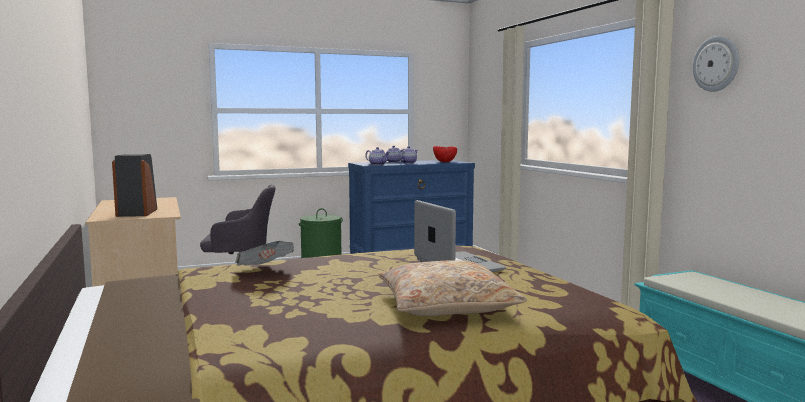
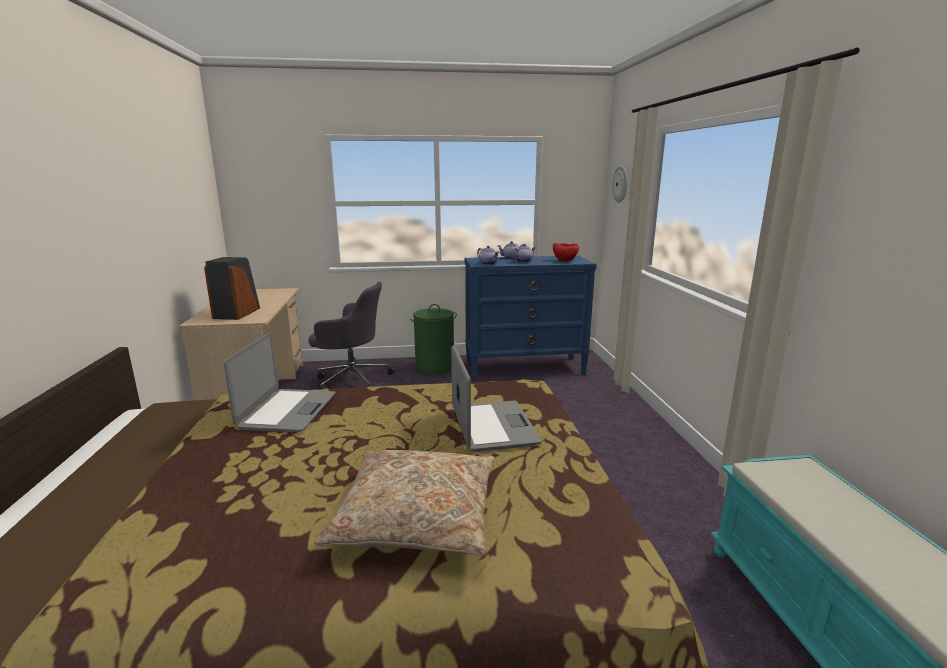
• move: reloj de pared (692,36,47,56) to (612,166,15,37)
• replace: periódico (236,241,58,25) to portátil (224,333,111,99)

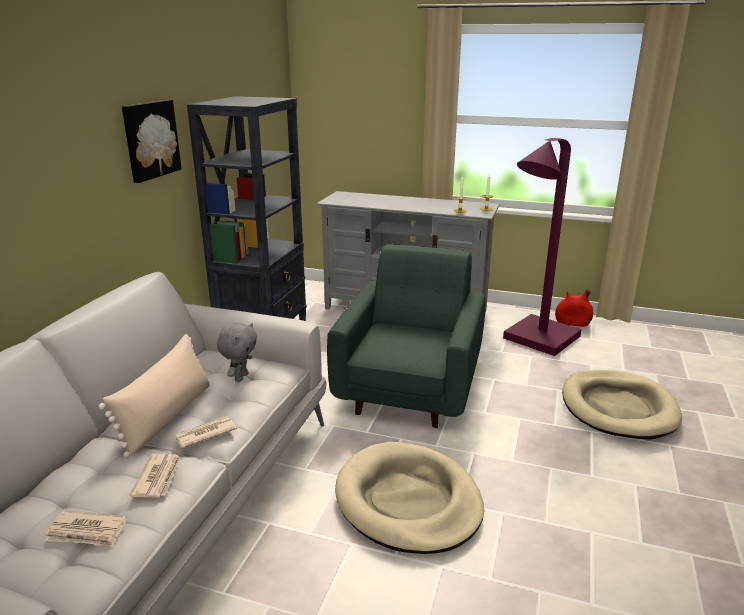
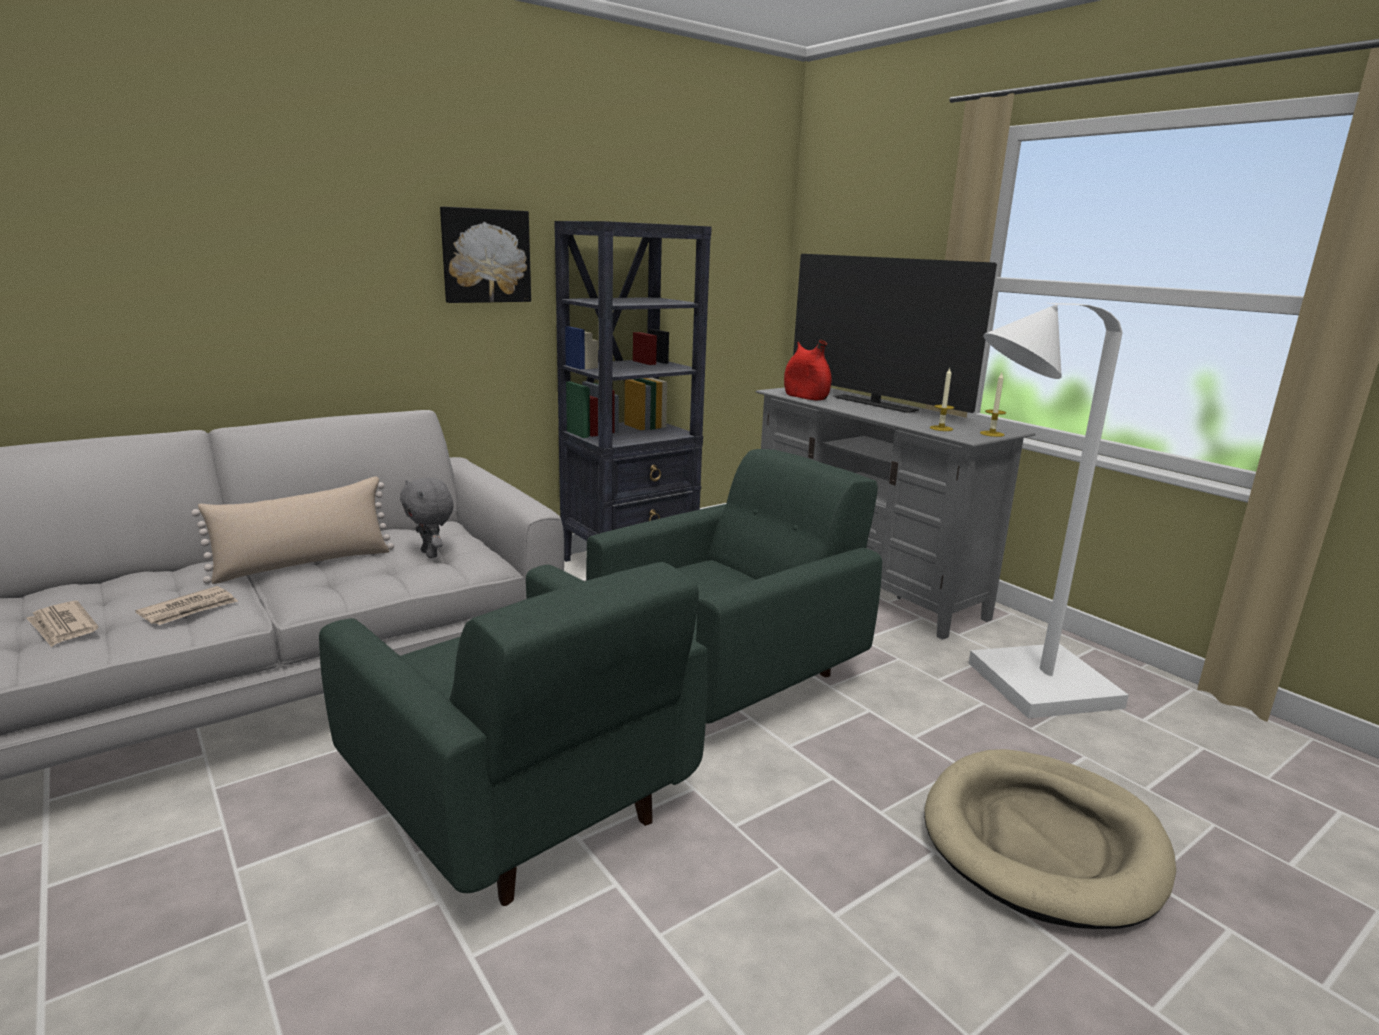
• delete: periódico (174,416,63,32)
• insert: televisor (793,254,204,159)
• move: florero (rojo) (555,289,38,37) to (784,340,48,61)
• replace: cama para perro (beis) (335,442,149,112) to sillón (verde) (319,562,389,344)
• recolor: lámpara de pie (morado) (503,138,79,218) to lámpara de pie (blanco) (969,303,160,416)
• rotate: peluche (gris) (217,323,40,59) = (400,478,53,80) 90 degrees clockwise

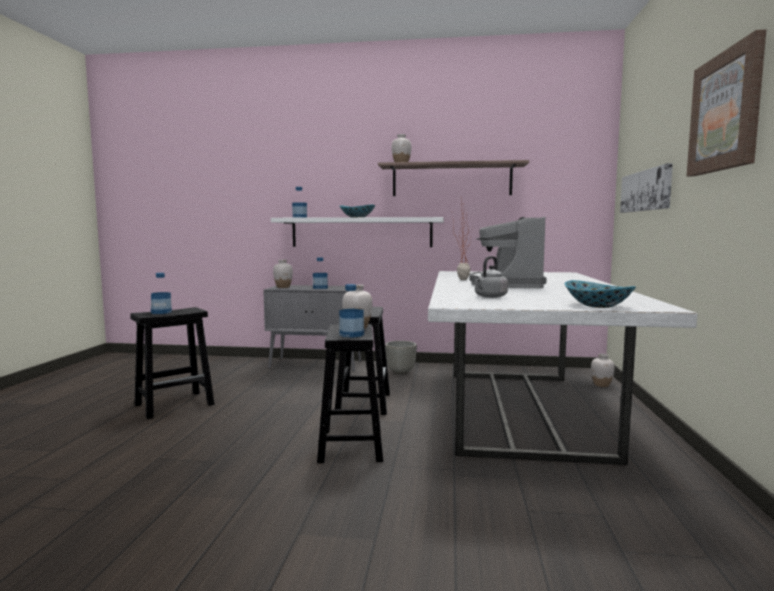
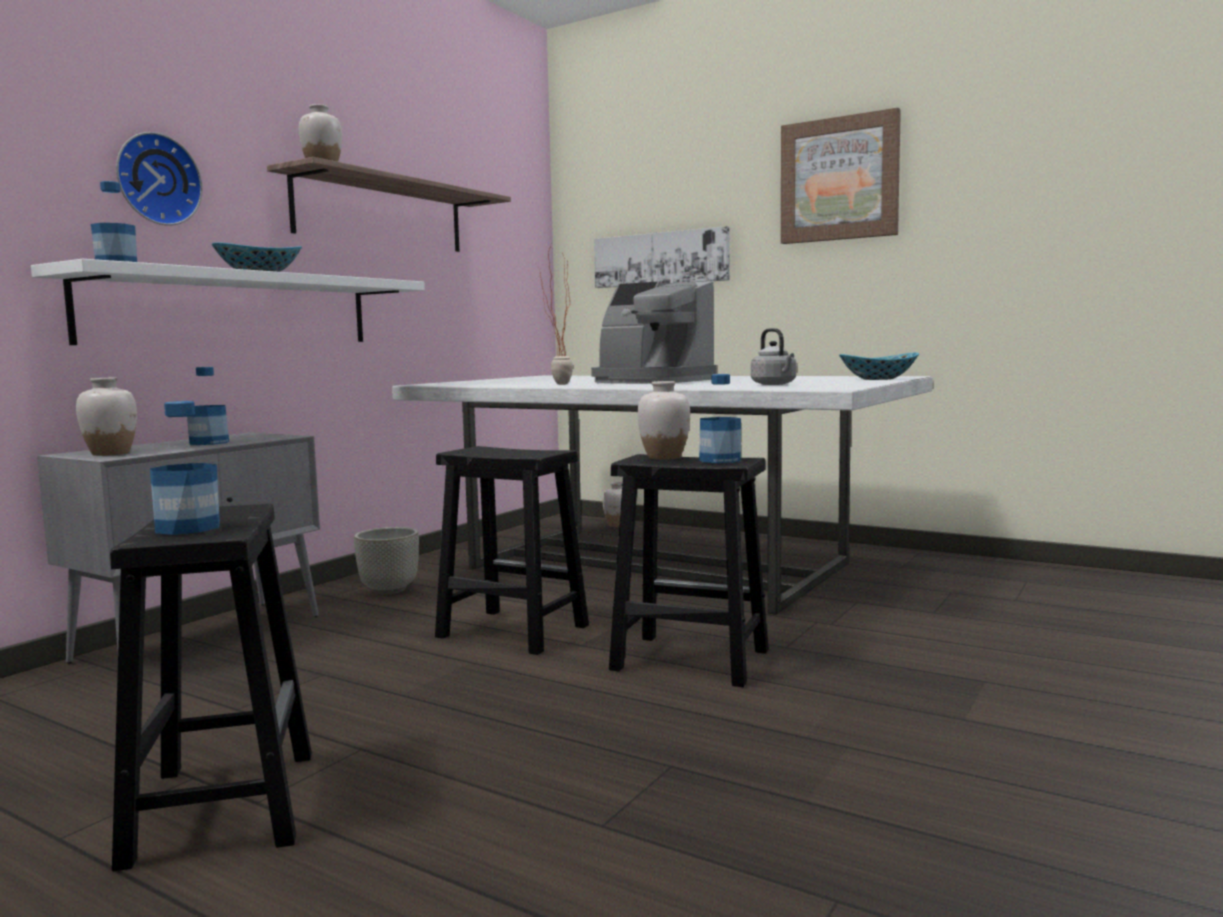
• insert: reloj de pared (116,132,87,94)

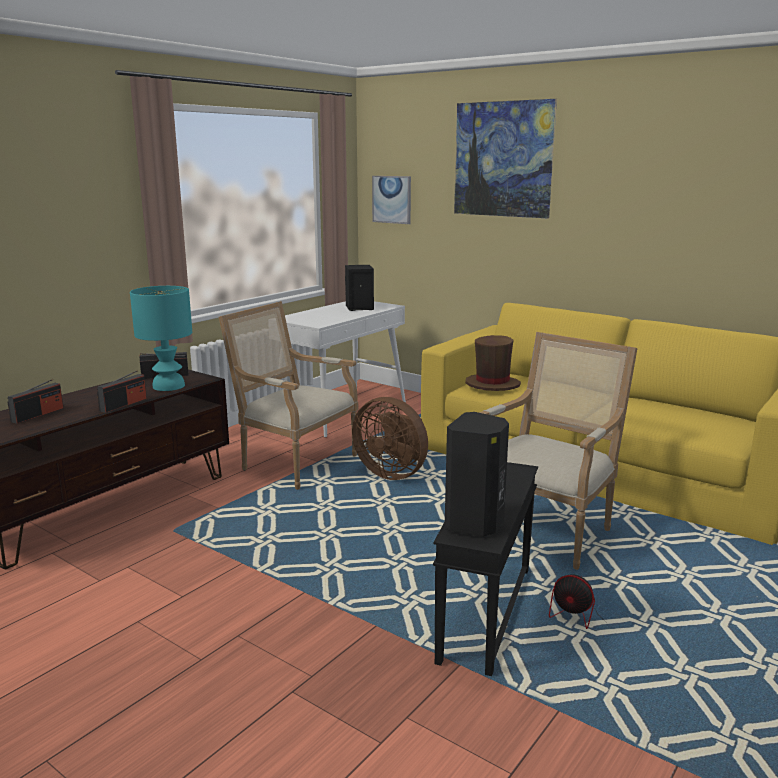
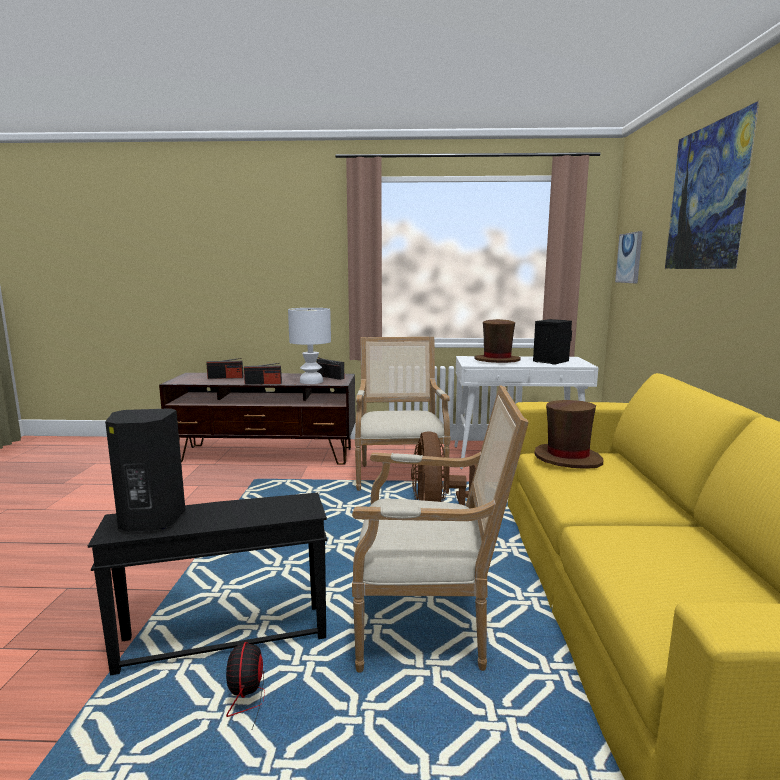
• insert: sombrero (marrón) (474,319,47,44)
• recolor: lámpara de mesa (turquesa) (130,286,62,105) to lámpara de mesa (blanco) (288,308,43,76)

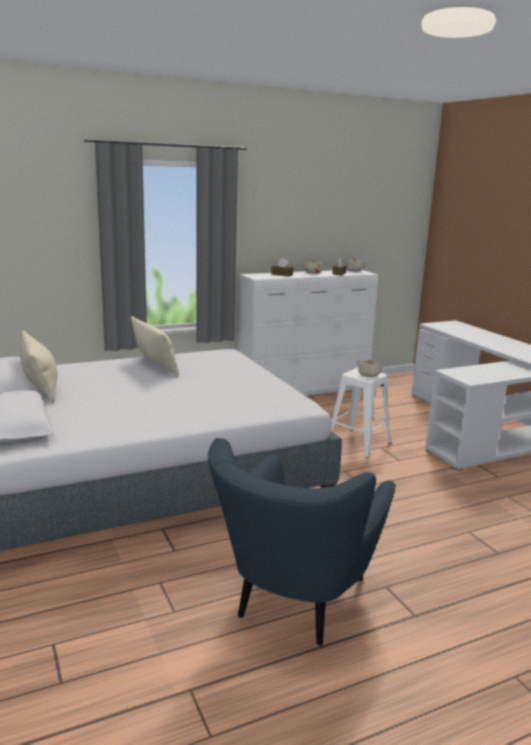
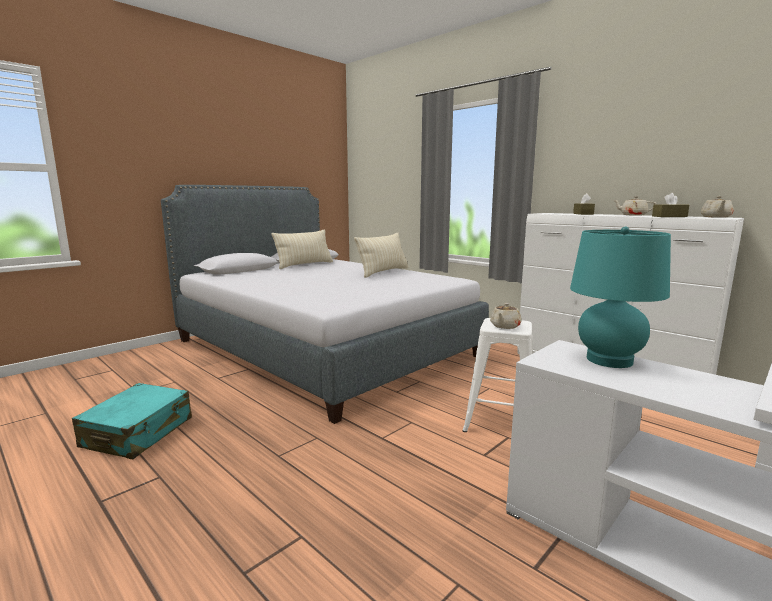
• insert: lámpara de mesa (turquesa) (570,227,101,141)
• replace: sillón (azul) (208,438,188,208) to maleta (turquesa) (72,383,120,76)

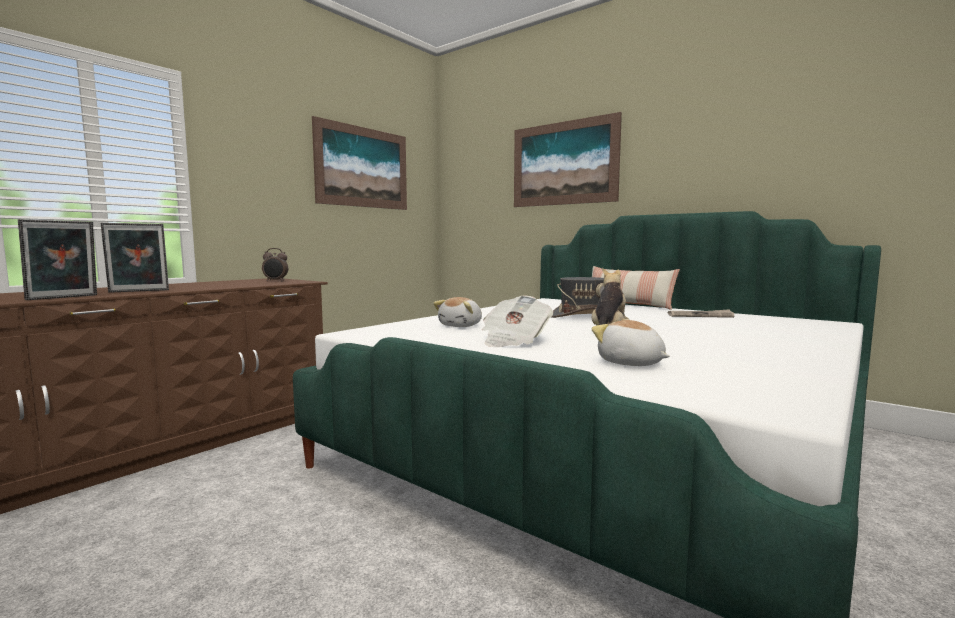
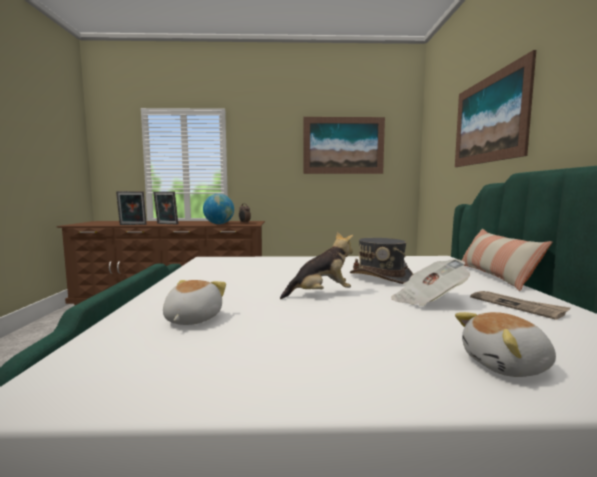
• insert: globo terráqueo (203,194,31,30)
• move: peluche (433,297,49,30) to (455,312,101,65)
• move: periódico (482,295,71,52) to (391,259,79,47)

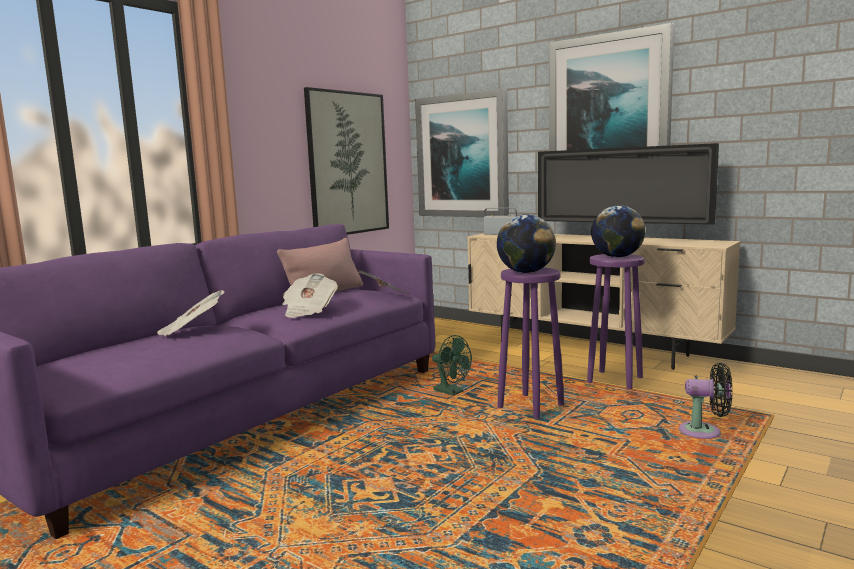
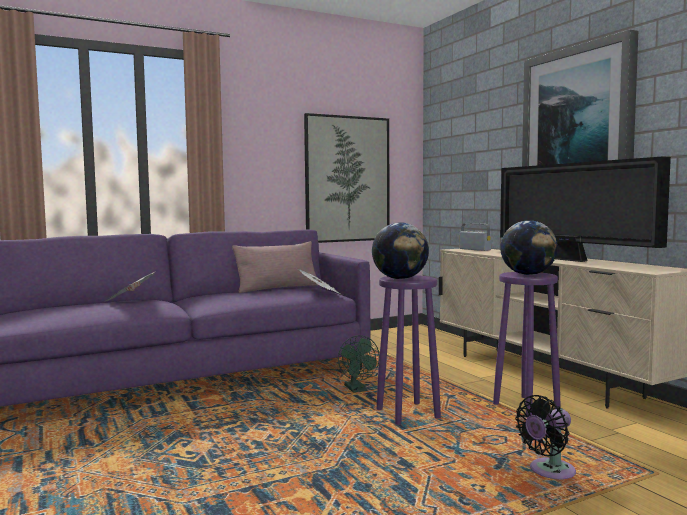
• delete: periódico (282,273,56,45)
• delete: cuadro (415,89,94,128)
• rotate: ventilador (negro) (679,363,53,76) = (515,395,61,84) 105 degrees clockwise

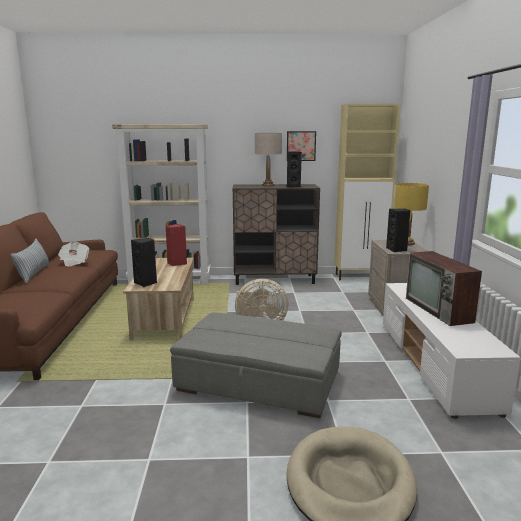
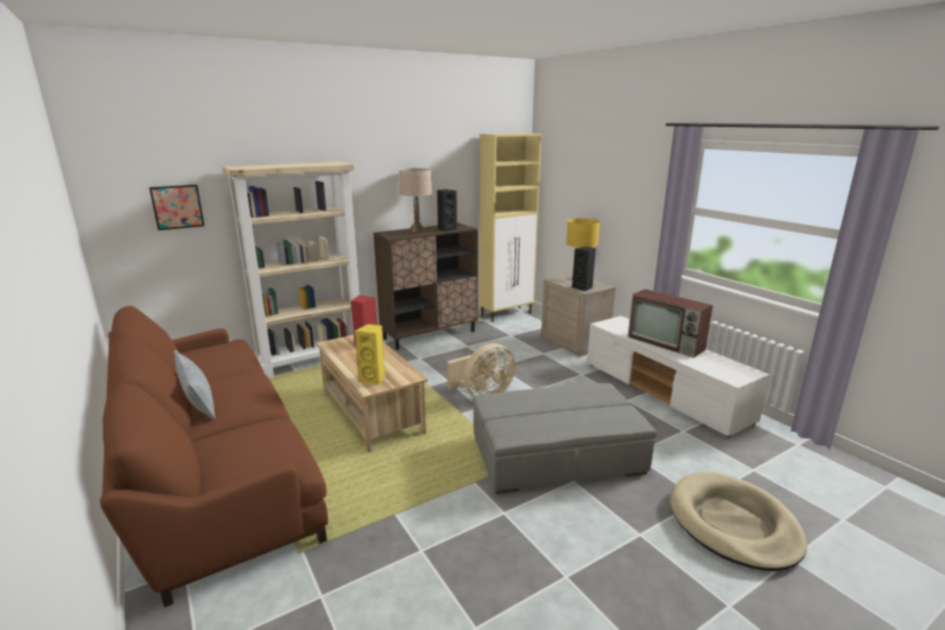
• delete: periódico (58,242,31,24)
• move: cuadro (287,131,29,30) to (149,185,56,45)
• recolor: altavoz (negro) (131,238,26,49) to altavoz (amarillo) (354,324,31,61)

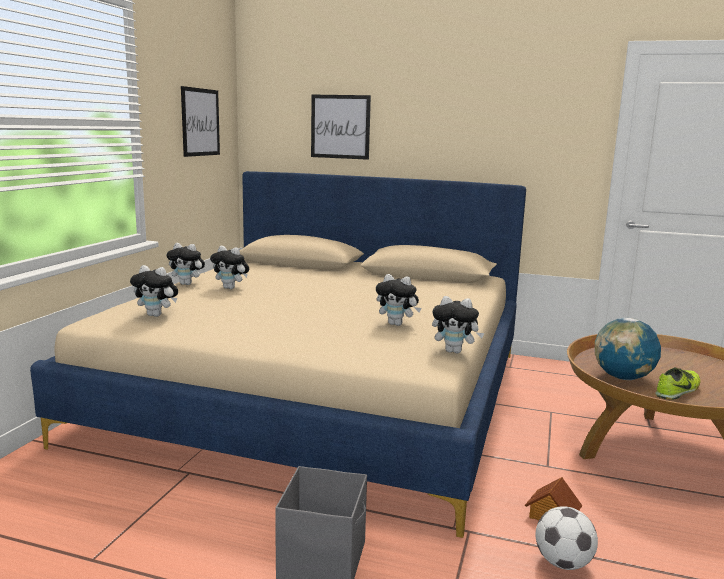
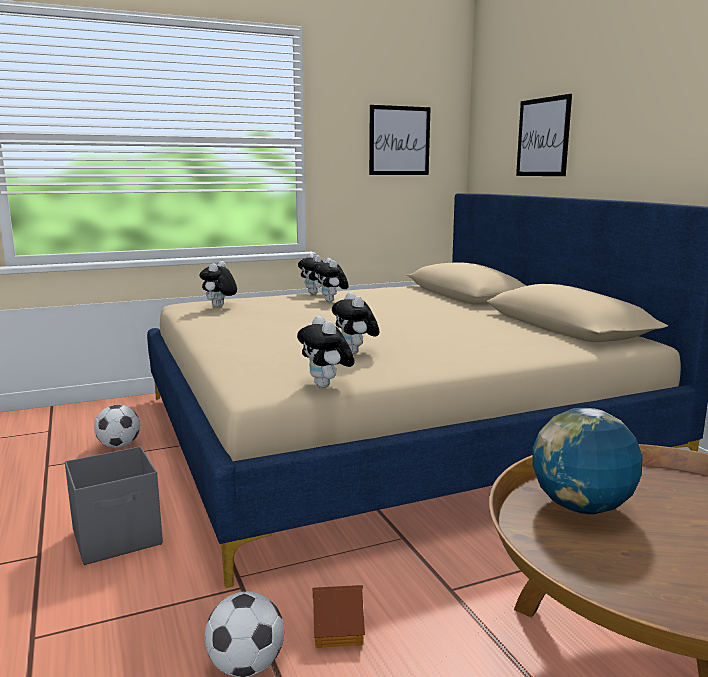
• delete: zapato (655,367,46,33)
• insert: balón de fútbol (94,405,46,43)
• rotate: peluche (130,265,48,52) = (200,261,37,46) 45 degrees clockwise

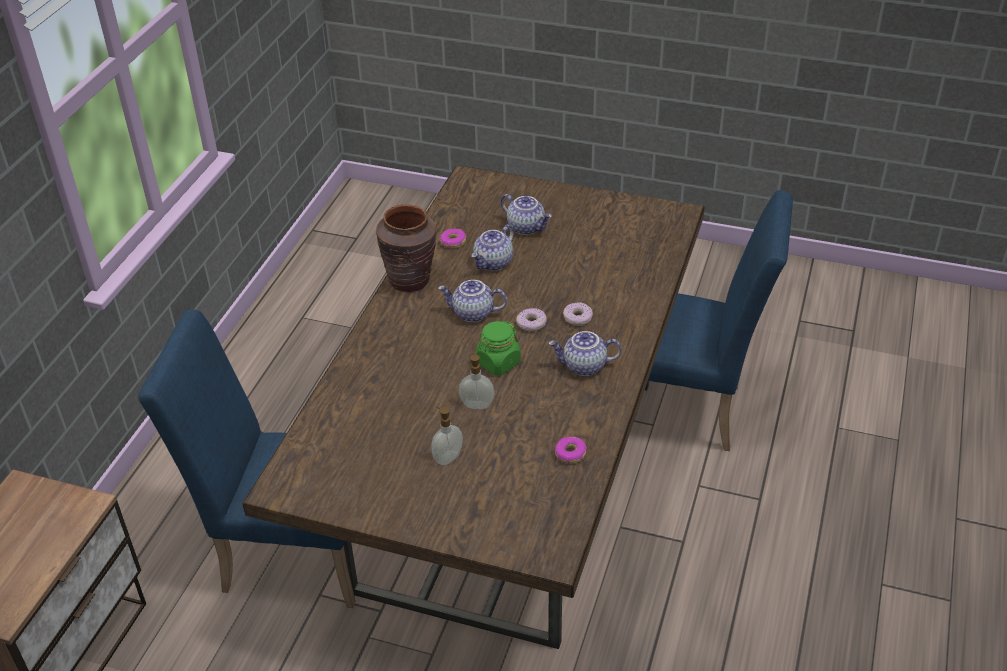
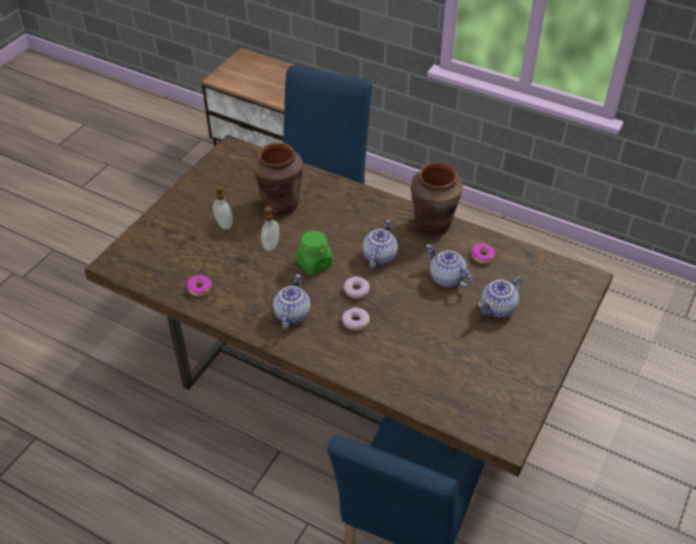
• insert: florero (marrón) (253,143,50,72)

